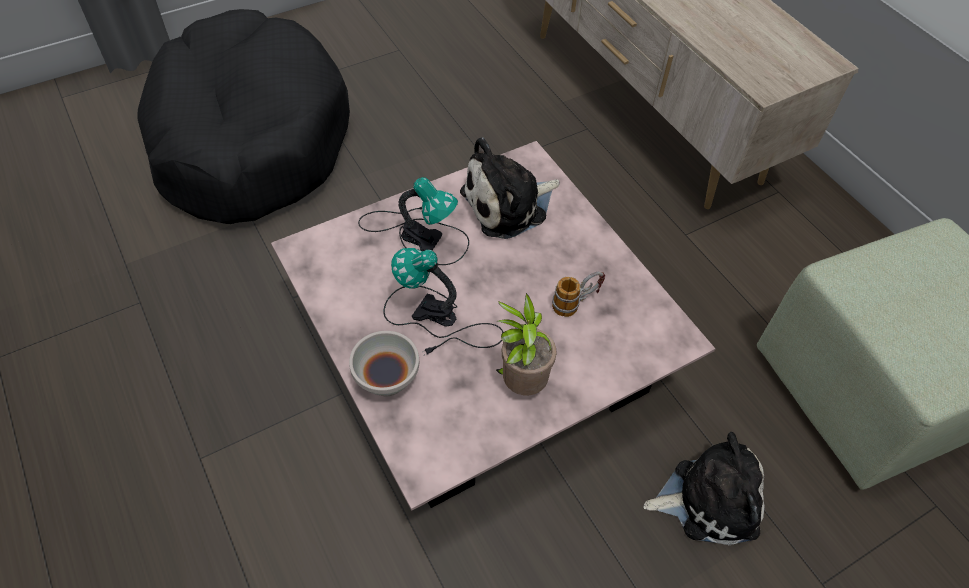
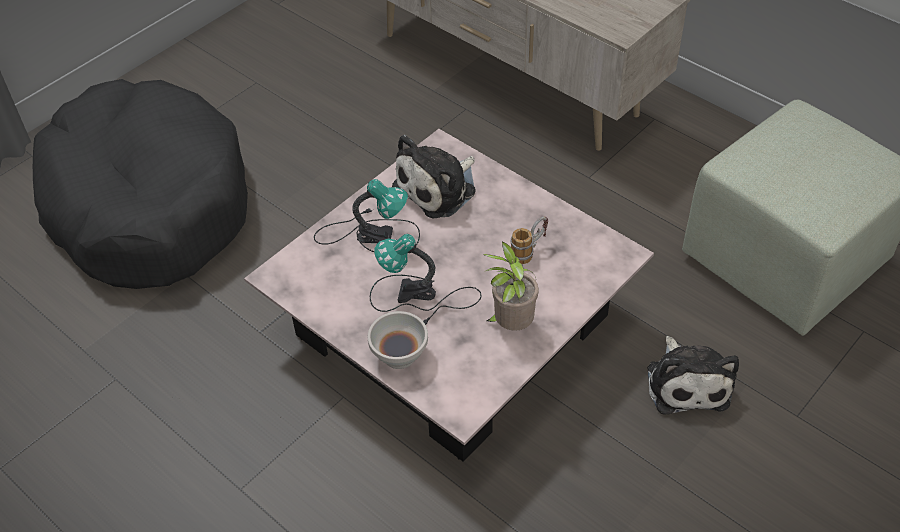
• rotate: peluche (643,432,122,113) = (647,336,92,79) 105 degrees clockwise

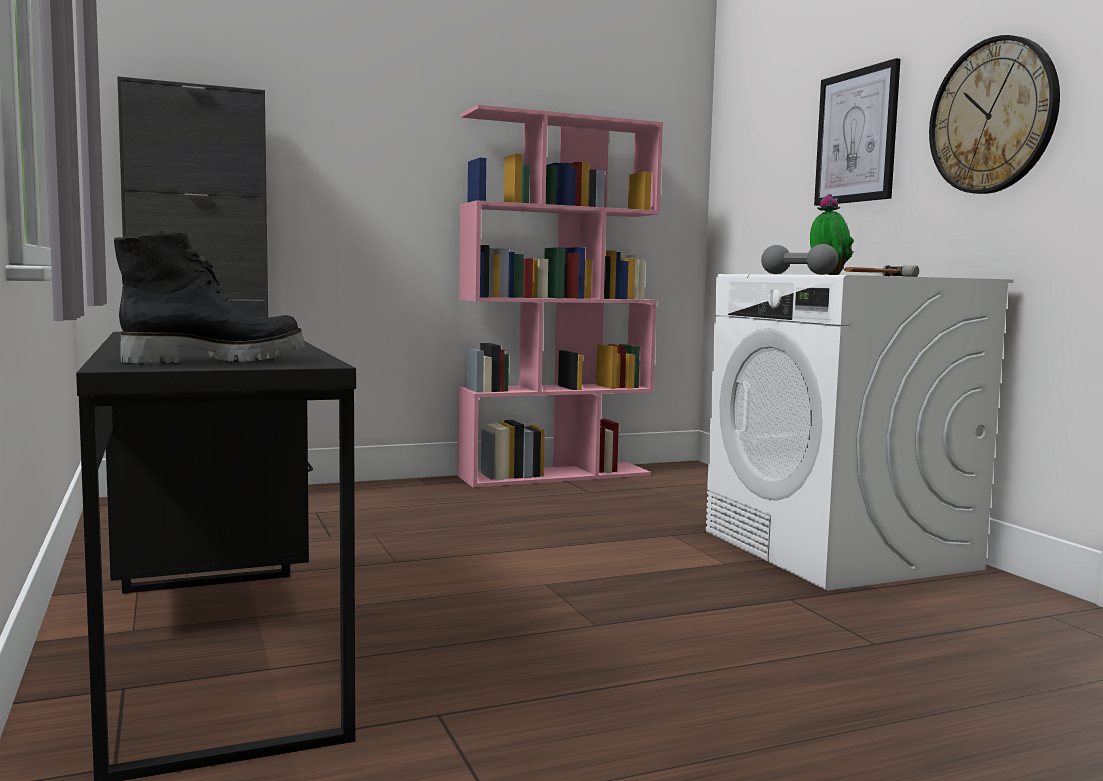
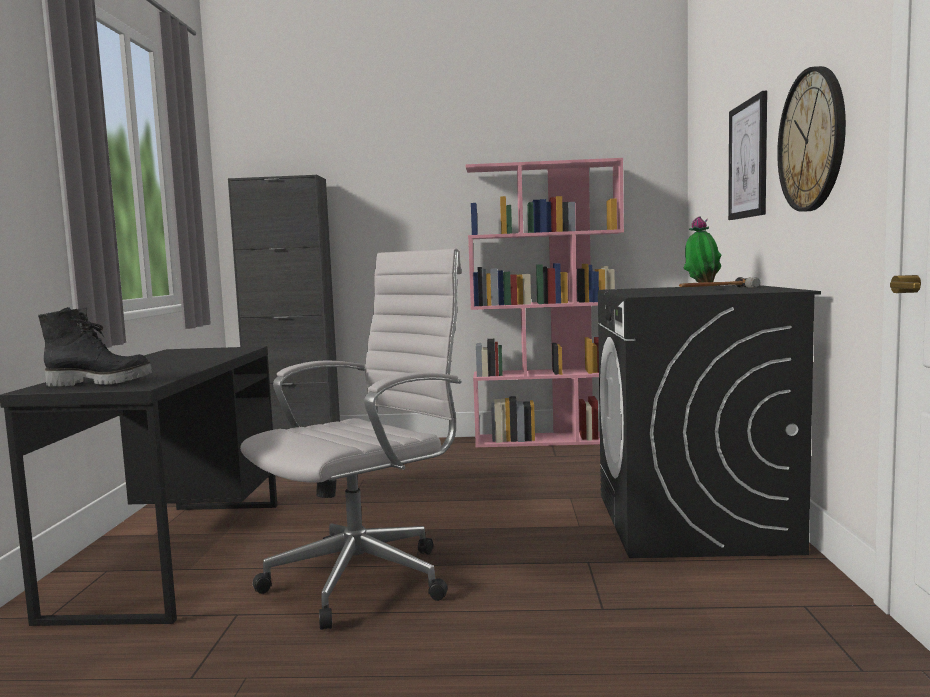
• delete: mancuerna (gris) (761,244,77,31)
• insert: silla de oficina (blanco) (240,249,222,381)
• recolor: lavadora (blanco) (706,274,308,316) to lavadora (negro) (598,285,223,273)

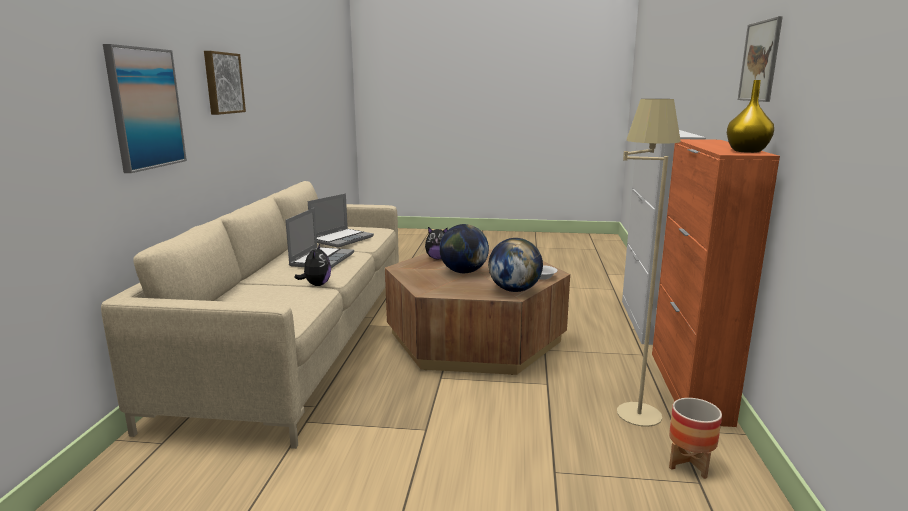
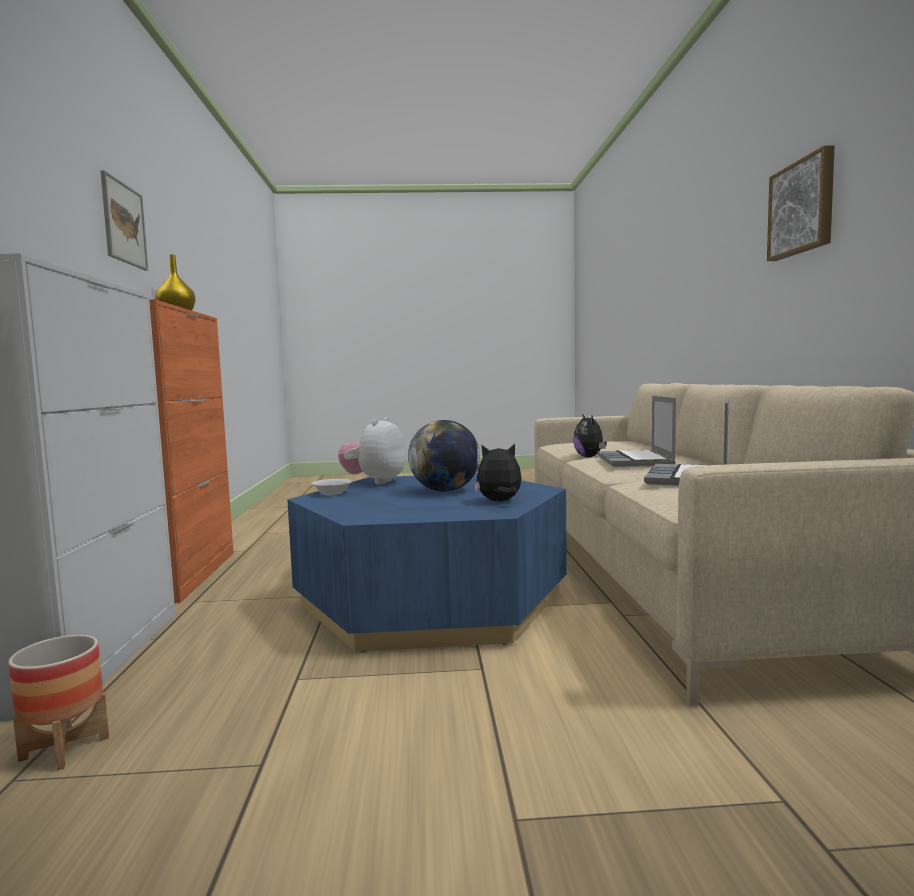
• delete: cuadro (103,44,84,129)
• delete: lámpara de pie (beis) (617,99,64,328)
• move: maceta (669,398,53,81) to (8,635,101,135)
• replace: globo terráqueo (488,238,55,54) to peluche (338,417,68,67)
• recolor: mesa de centro (marrón) (385,249,185,126) to mesa de centro (azul) (287,473,280,179)

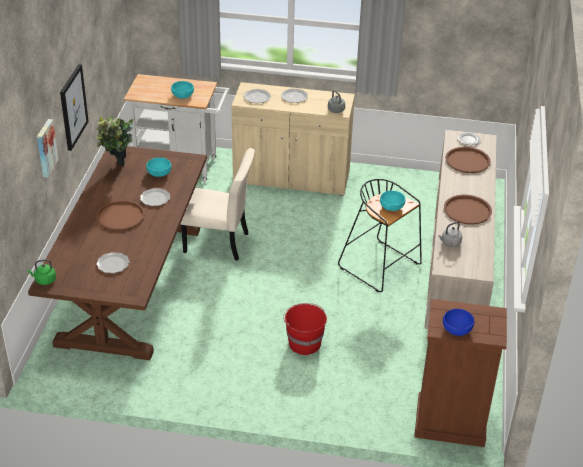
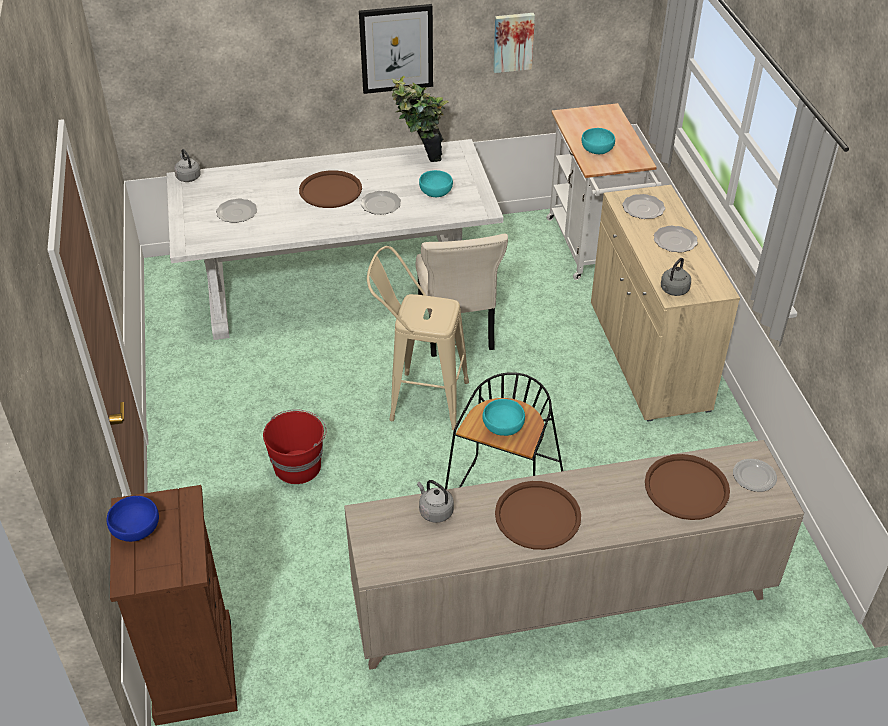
• insert: taburete (beis) (367,246,102,184)
• move: cuadro (37,119,22,59) to (493,13,42,60)
• recolor: hervidor (verde) (27,259,29,26) to hervidor (gris) (174,149,27,33)
• recolor: mesa de comedor (marrón) (28,146,179,214) to mesa de comedor (blanco) (166,139,338,201)

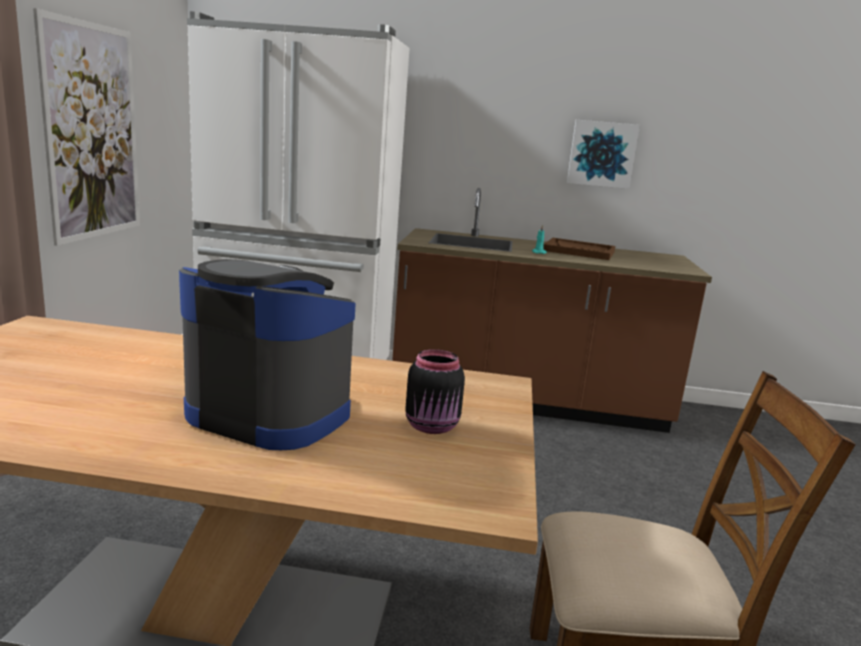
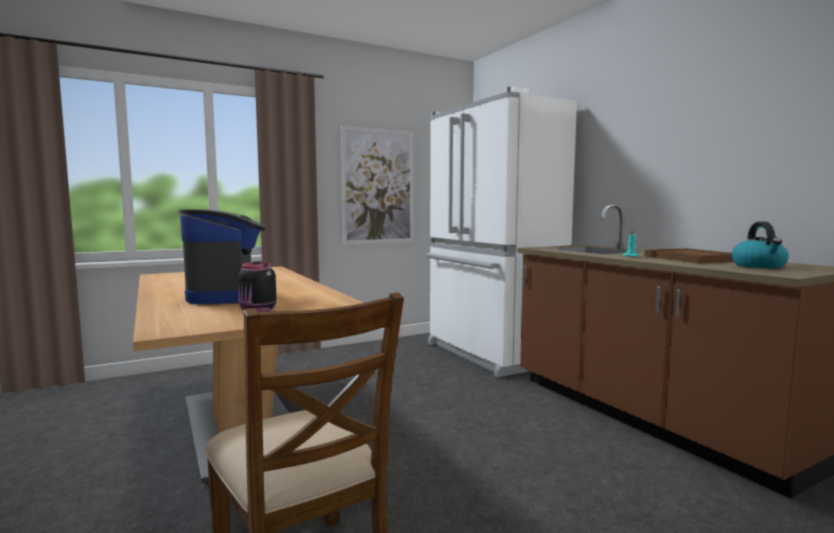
• delete: cuadro (567,120,73,69)
• insert: hervidor (732,221,57,47)

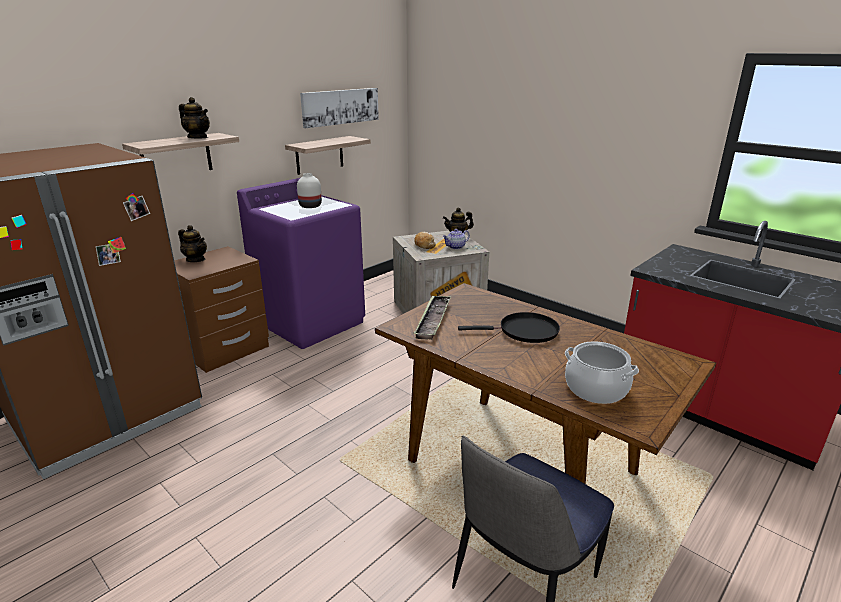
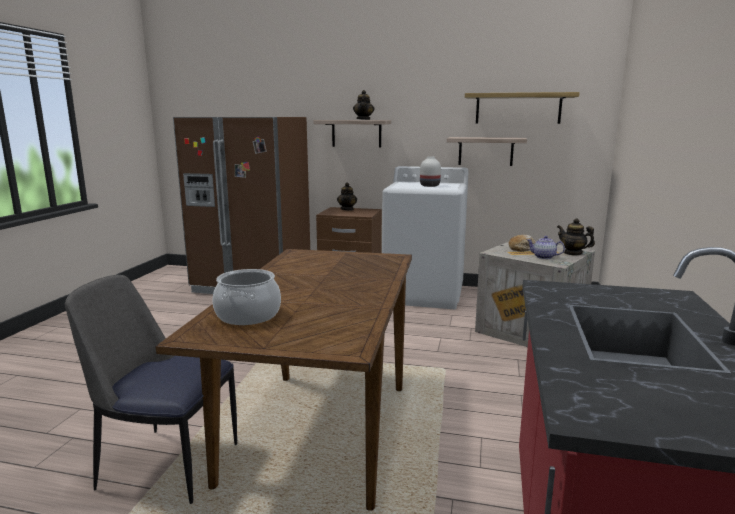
• delete: bandeja (414,295,37,45)
• delete: sartén (negro) (458,312,102,31)
• replace: cuadro (300,88,79,40) to estante (465,92,115,32)
• recolor: lavadora (morado) (237,178,128,171) to lavadora (blanco) (382,166,87,143)

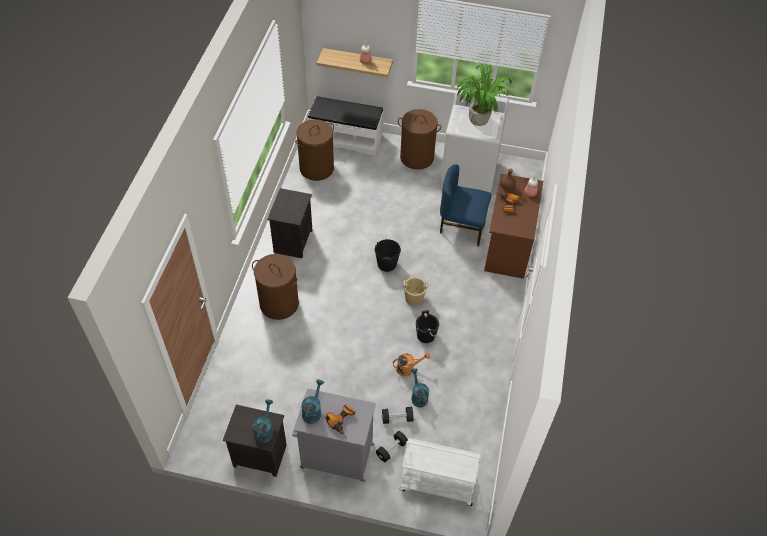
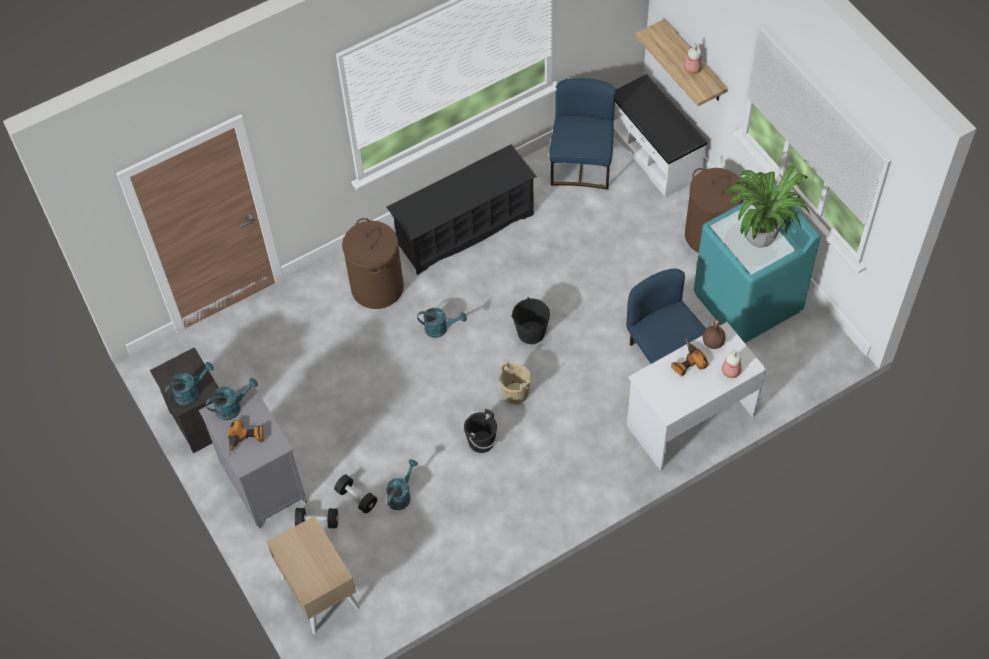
• delete: regadera (naranja) (393,352,37,24)
• insert: regadera (turquesa) (417,308,50,30)
• replace: mesita de noche (negro) (267,188,45,70) to zapatero (negro) (387,144,150,131)
• replace: cesto de la ropa (marrón) (295,119,39,62) to silla (azul) (549,78,67,112)
• replace: carrito (blanco) (399,438,82,68) to mesita de noche (beis) (267,516,93,118)
• recolor: lavadora (blanco) (440,90,69,103) to lavadora (turquesa) (694,184,126,159)
• recolor: escritorio (marrón) (484,173,59,106) to escritorio (blanco) (627,322,139,149)

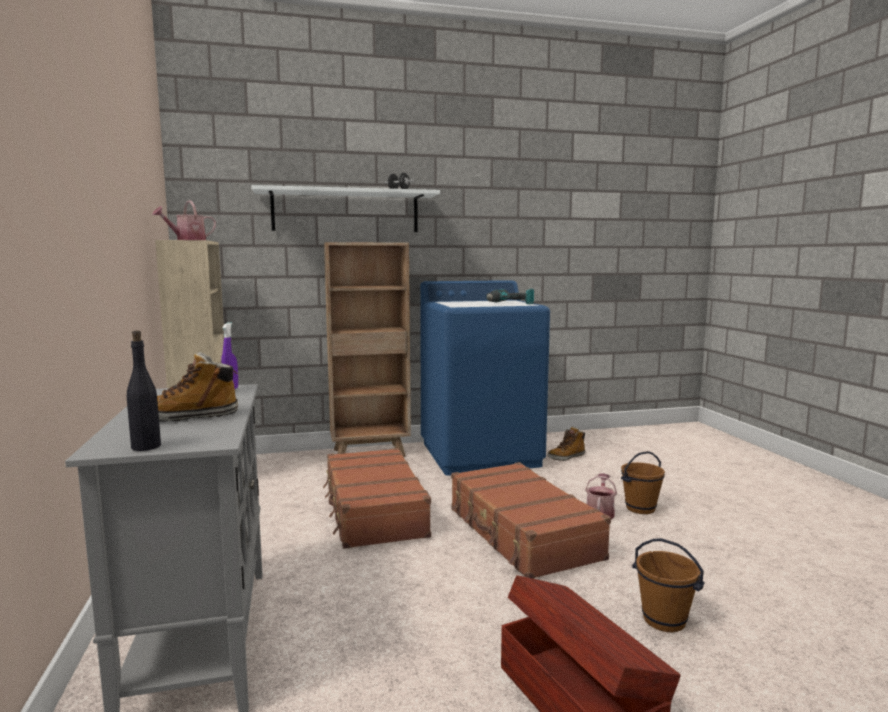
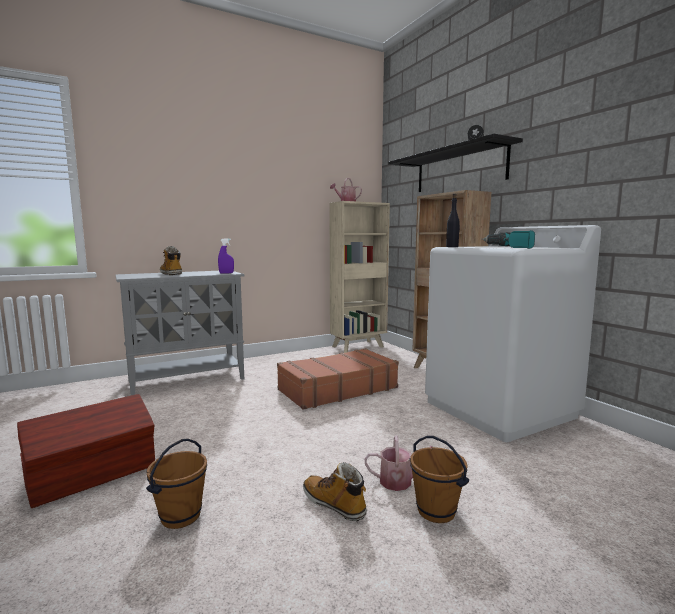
• delete: maleta (marrón) (451,462,160,117)
• move: botella (negro) (127,330,34,121) to (446,194,14,53)
• move: bota (547,426,38,35) to (303,462,64,59)
• recolor: estante (blanco) (251,185,189,47) to estante (negro) (388,134,135,58)
• recolor: lavadora (azul) (420,280,130,196) to lavadora (blanco) (425,225,176,217)

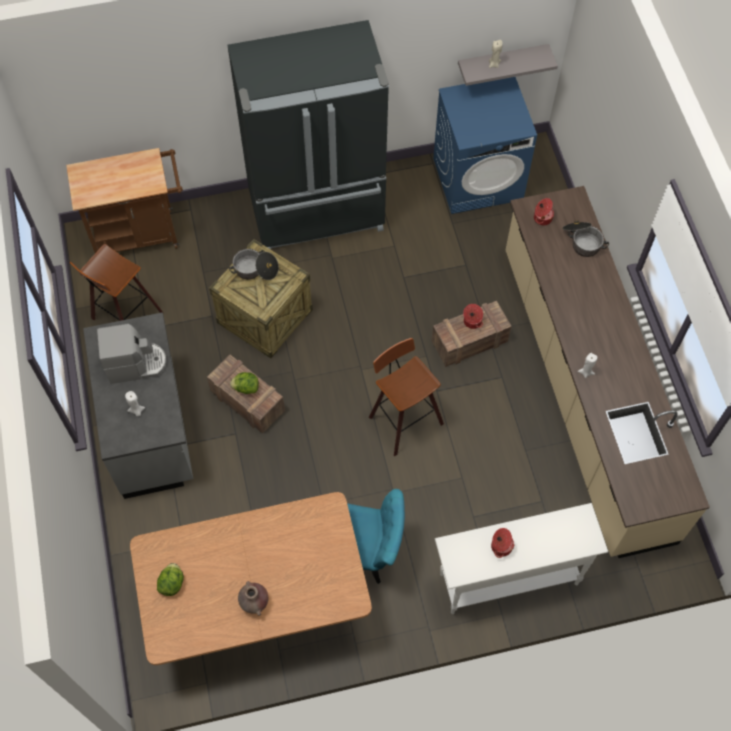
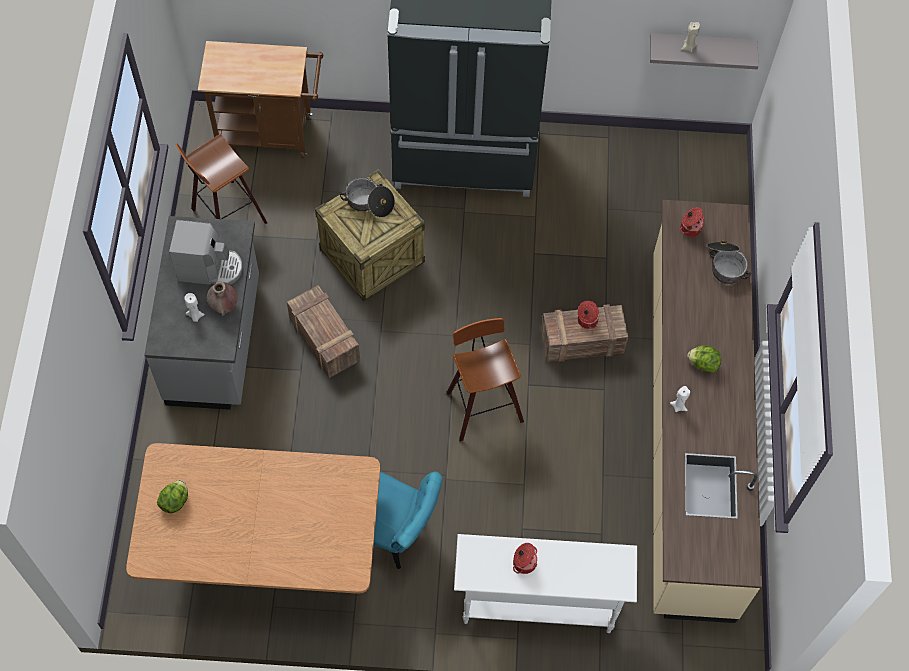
• delete: lavadora (azul) (433,77,104,137)
• move: lechuga (230,372,29,22) to (687,345,34,28)
• move: florero (marrón) (238,581,31,35) to (207,281,31,35)

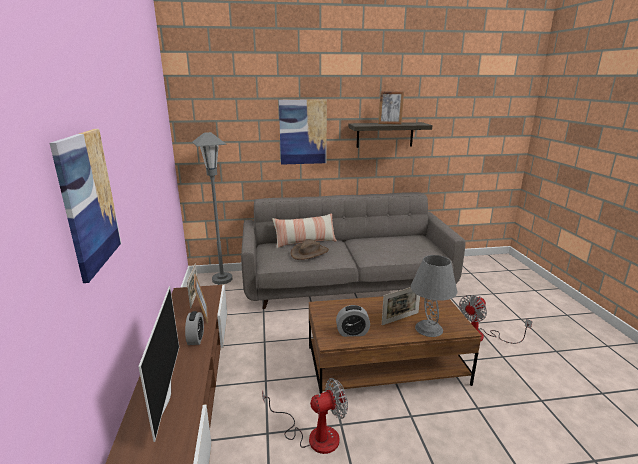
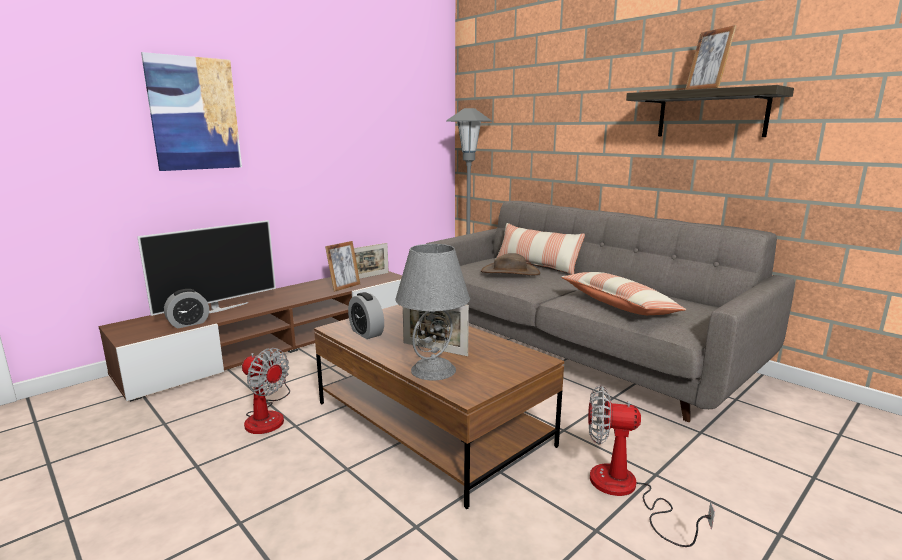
• delete: cuadro (279,99,48,66)
• insert: cojín (561,272,125,43)
• move: despertador (185,311,19,34) to (164,289,45,39)

